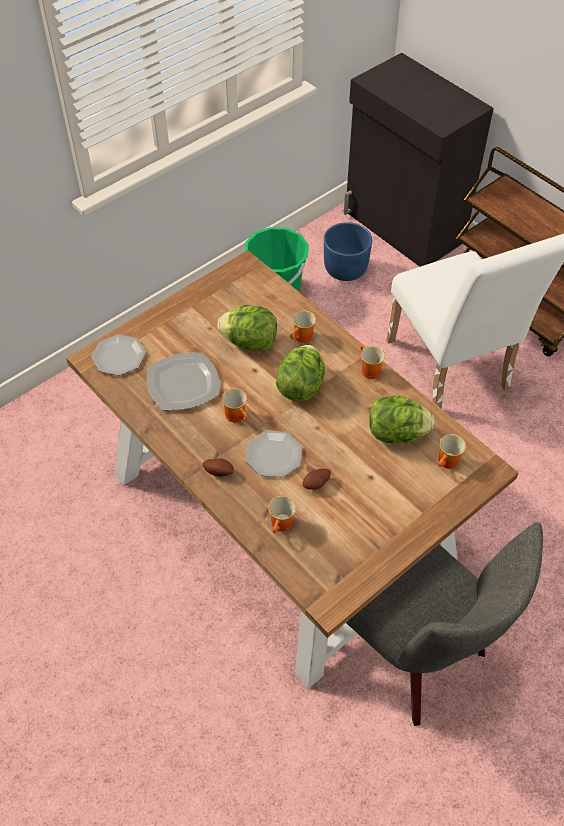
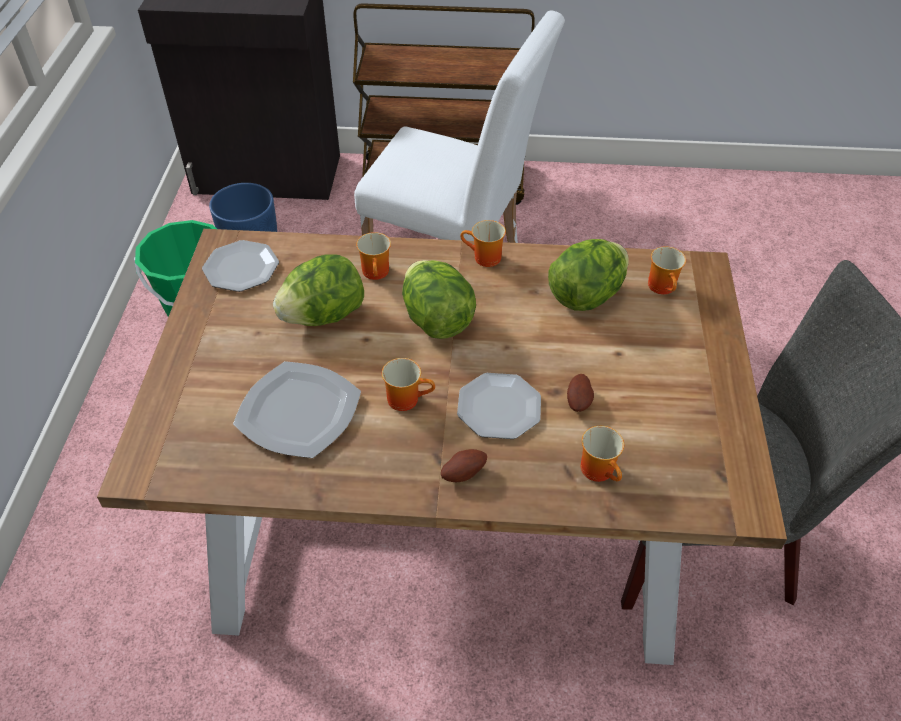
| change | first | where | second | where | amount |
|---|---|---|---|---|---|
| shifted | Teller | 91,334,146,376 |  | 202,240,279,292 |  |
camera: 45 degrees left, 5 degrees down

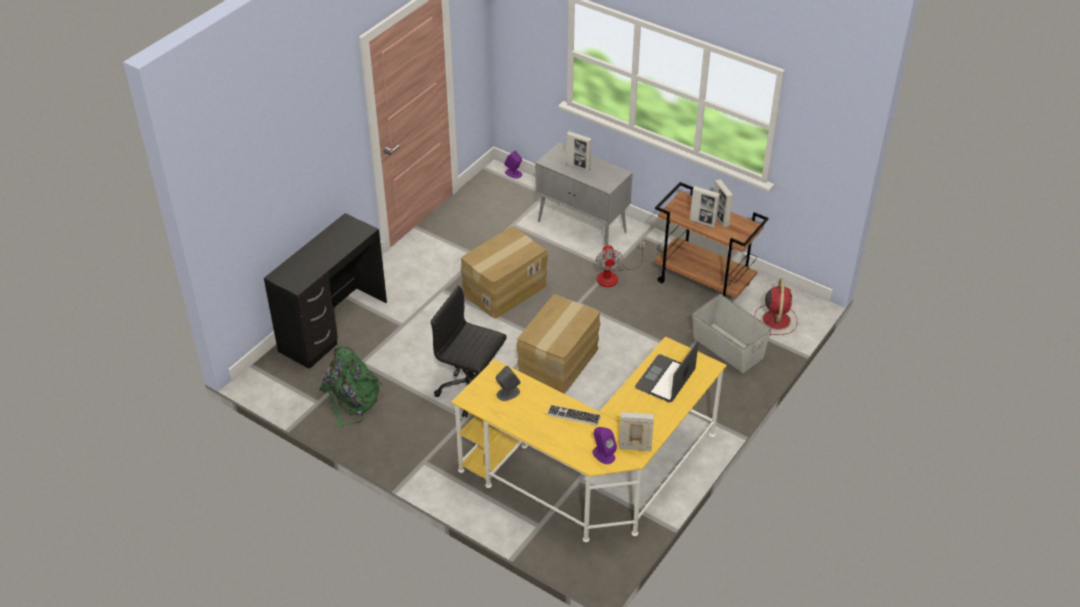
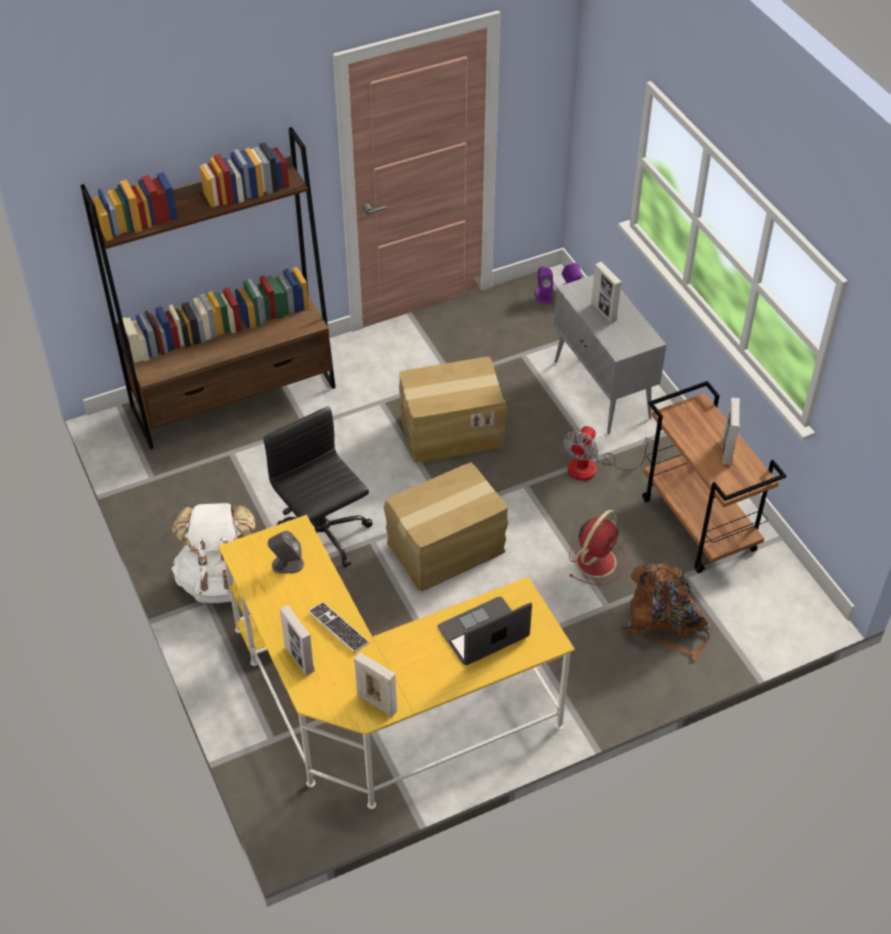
| change | first | where | second | where | amount |
|---|---|---|---|---|---|
| gone | Rucksack (grün) | 319,346,383,427 |  |  |  |
| new |  |  | Rucksack (weiß) | 172,503,255,603 |  |
| shifted | Lautsprecher (lila) | 592,427,617,464 |  | 535,266,553,304 |  |
| shifted | Bilderrahmen | 690,186,720,228 |  | 280,605,315,675 |  |
| shifted | Ventilator (rot) | 755,278,797,335 |  | 569,510,627,585 |  |
| swapped | Schreibtisch (schwarz) | 264,213,387,369 | Bücherregal (braun) | 80,127,336,449 |  |
| swapped | Aufbewahrungsbox (grau) | 692,294,771,373 | Rucksack (braun) | 621,563,711,661 |  |
camera: 30 degrees right, 5 degrees up

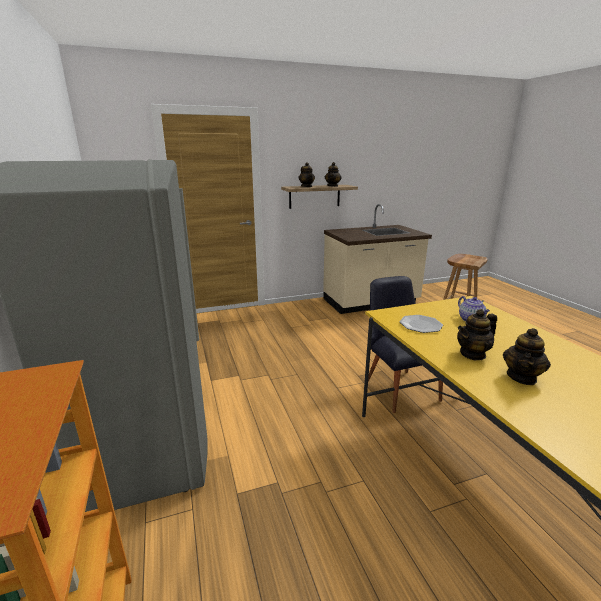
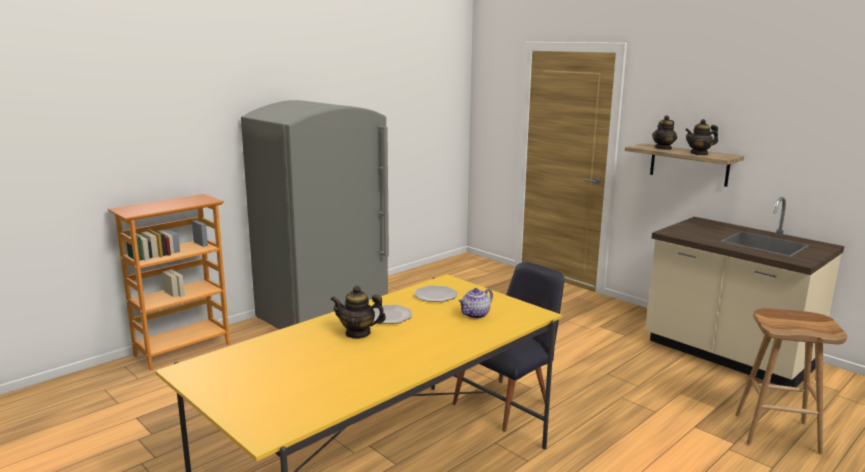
| change | first | where | second | where | amount |
|---|---|---|---|---|---|
| swapped | Teekanne | 457,309,497,360 | Teller | 373,305,412,324 |  |
camera: 65 degrees right, 5 degrees down

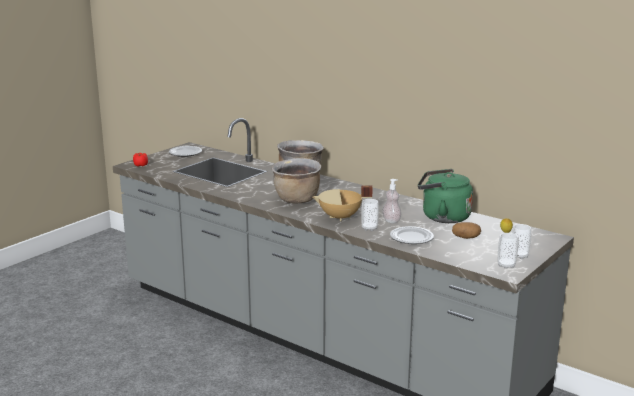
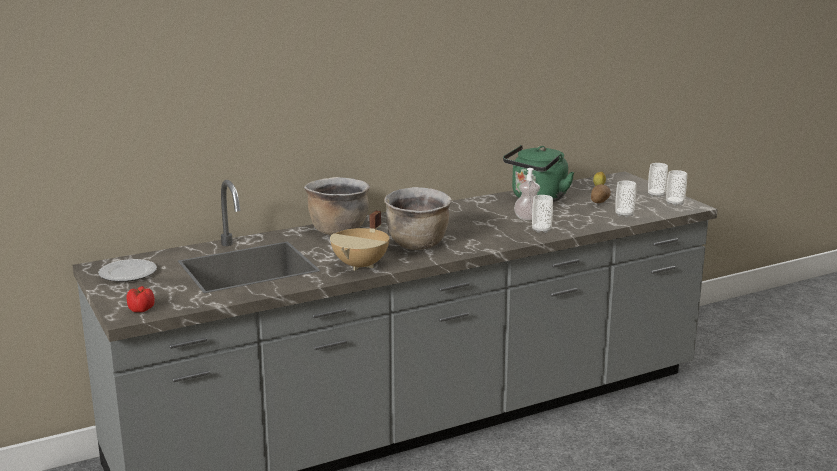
| change | first | where | second | where | amount |
|---|---|---|---|---|---|
| gone | Teller | 390,226,434,244 |  |  |  |
| new |  |  | Tasse | 615,180,636,217 |  |
| shifted | Kochtopf (beige) | 313,185,373,221 |  | 330,211,390,271 |  |
camera: 65 degrees left, 0 degrees up

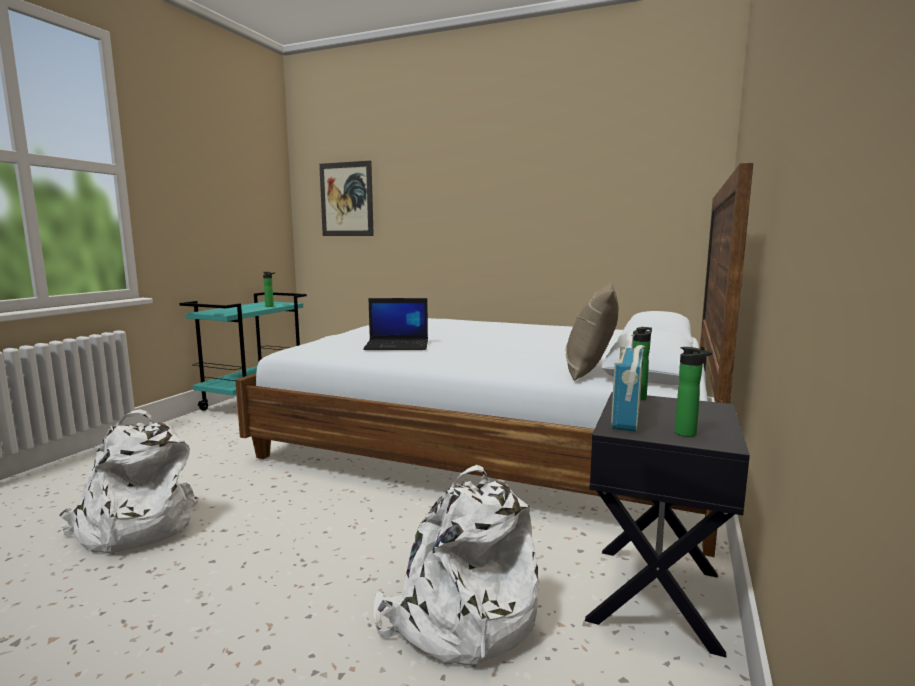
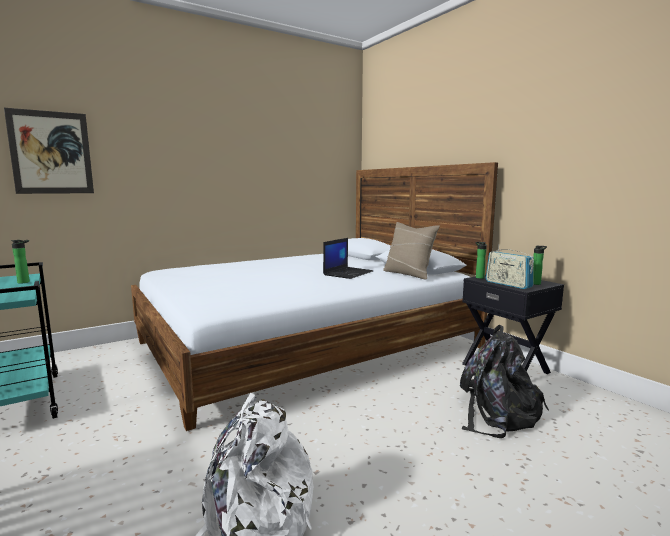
| change | first | where | second | where | amount |
|---|---|---|---|---|---|
| shifted | Laptop | 363,298,428,350 |  | 323,238,373,279 |  |
| repainted | Rucksack (weiß) | 374,465,540,666 | Rucksack (schwarz) | 460,325,549,438 |  |
camera: 55 degrees left, 0 degrees up

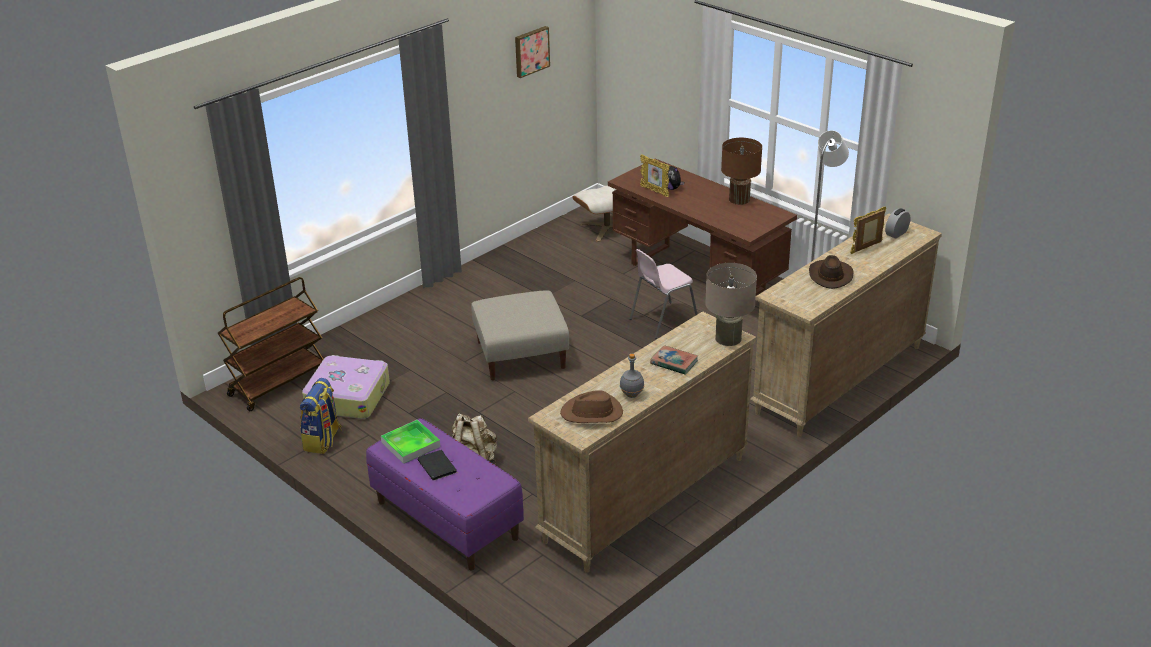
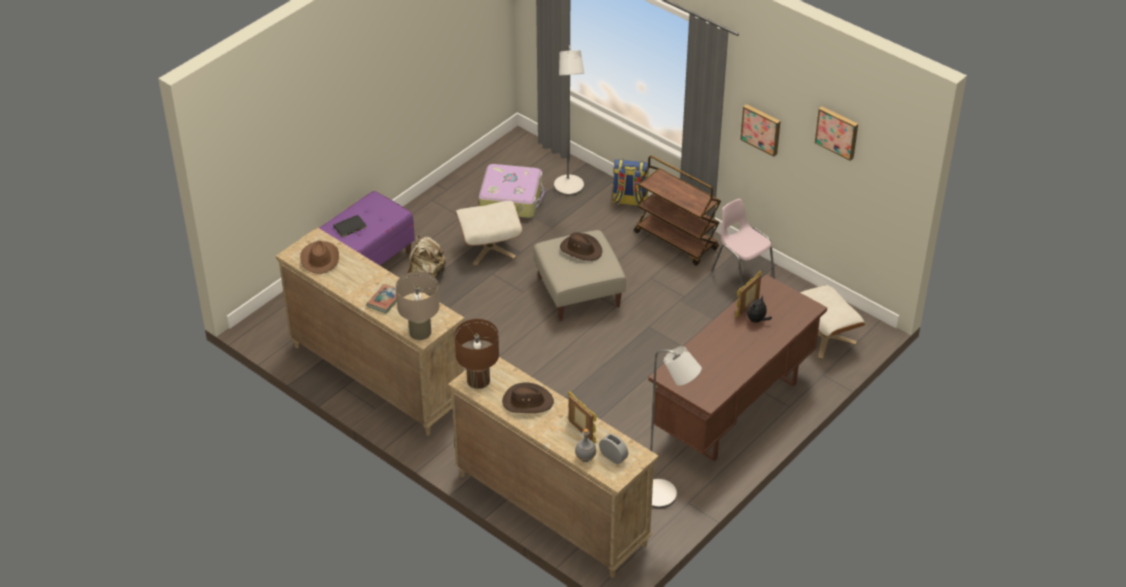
| change | first | where | second | where | amount |
|---|---|---|---|---|---|
| gone | Tablett | 381,420,440,464 |  |  |  |
| new |  |  | Polsterhocker (beige) | 455,201,523,266 |  |
| new |  |  | Stehlampe (grau) | 554,45,584,196 |  |
| new |  |  | Hut (braun) | 560,232,602,261 |  |
| new |  |  | Bild | 740,104,780,156 |  |
| shifted | Rollwagen (braun) | 218,277,323,411 |  | 634,155,721,266 |  |
| shifted | Rucksack | 300,378,342,454 |  | 612,159,649,206 |  |
| shifted | Flasche (grau) | 620,354,644,398 |  | 575,429,596,462 |  |
| shifted | Stuhl (rosa) | 630,249,697,339 |  | 711,199,775,287 |  |
| shifted | Tischlampe (braun) | 721,138,762,205 |  | 455,319,499,389 |  |
camera: 85 degrees right, 10 degrees up

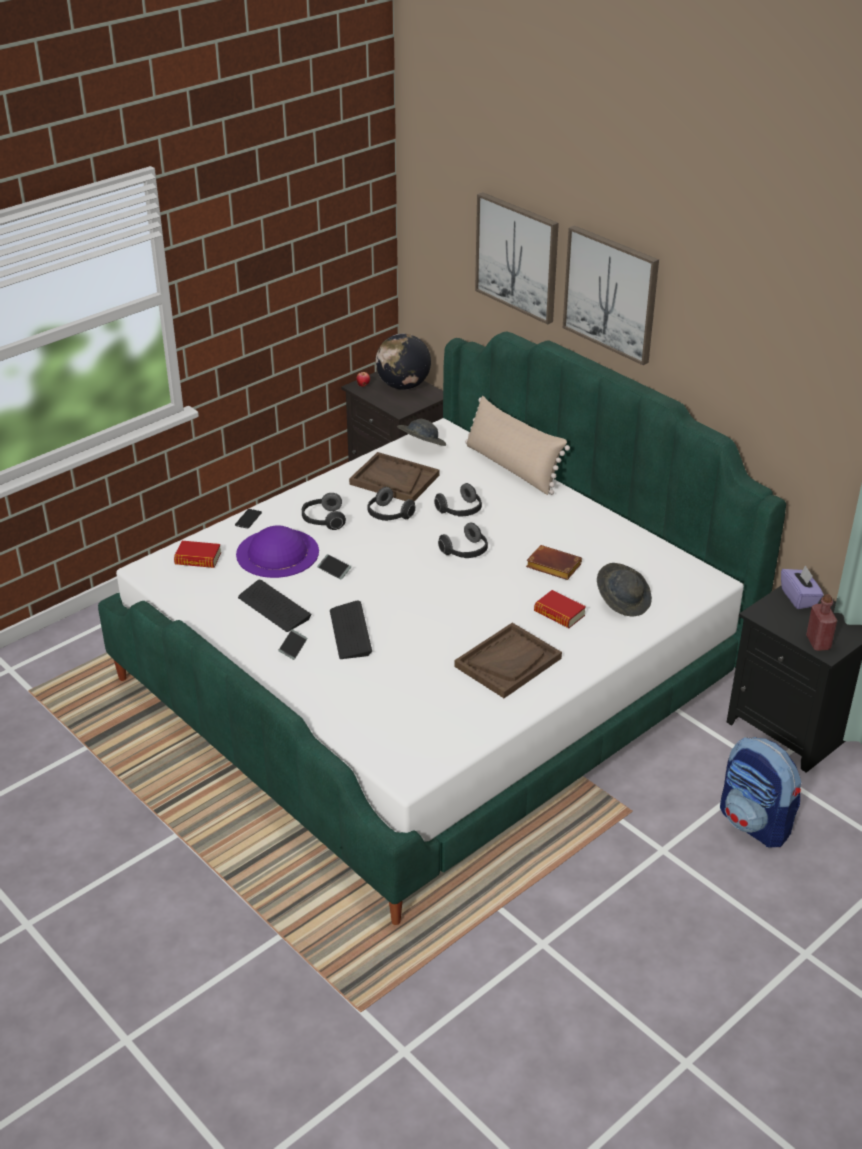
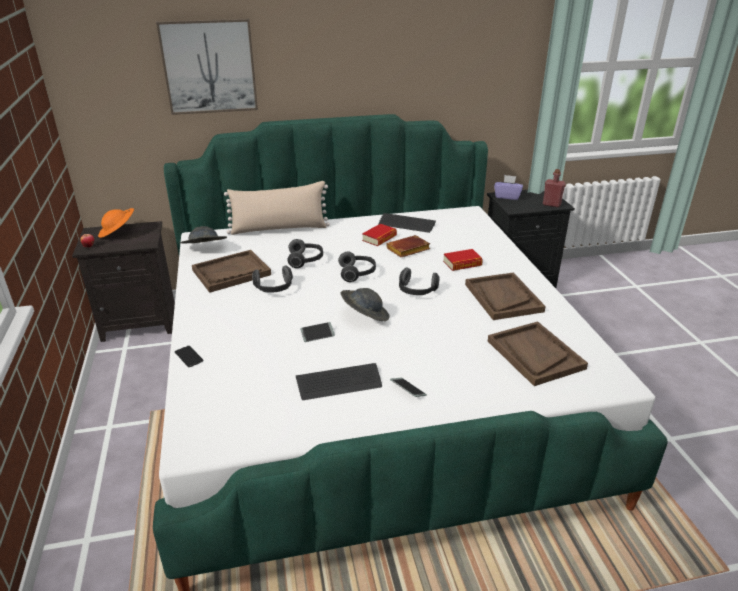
| change | first | where | second | where | amount |
|---|---|---|---|---|---|
| gone | Hut (lila) | 236,525,319,578 |  |  |  |
| gone | Bild | 563,225,659,365 |  |  |  |
| gone | Rucksack | 720,737,801,847 |  |  |  |
| new |  |  | Tablett (braun) | 488,321,588,386 |  |
| shifted | Buch | 174,541,221,568 |  | 362,224,397,246 |  |
| shifted | Kopfhörer | 302,493,346,530 |  | 399,267,440,295 |  |
| shifted | Tastatur | 330,600,372,659 |  | 378,213,436,233 |  |
| shifted | Hut (grau) | 597,563,652,617 |  | 341,288,389,321 |  |
| swapped | Globus | 375,334,431,390 | Hut (orange) | 98,208,134,238 |  |
camera: 60 degrees left, 5 degrees down

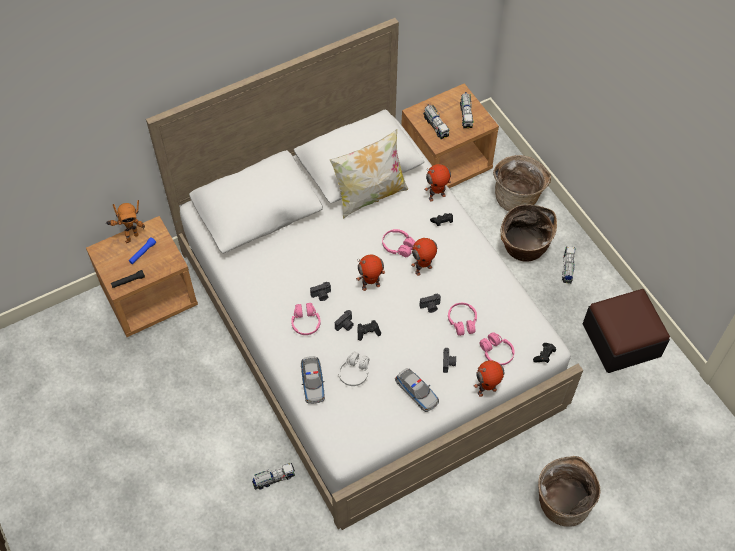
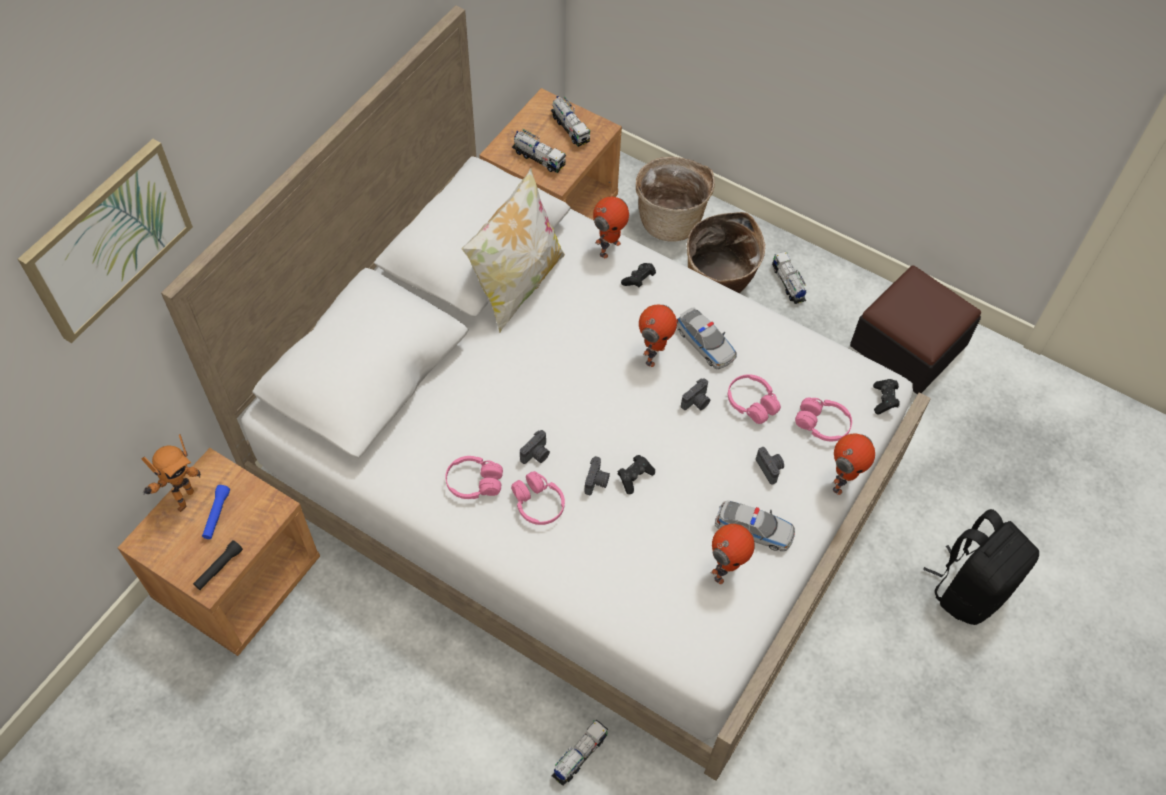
| change | first | where | second | where | amount |
|---|---|---|---|---|---|
| gone | Kopfhörer (weiß) | 338,352,370,386 |  |  |  |
| new |  |  | Bild | 18,139,193,343 |  |
| shifted | Spielzeugauto | 301,356,325,404 |  | 676,308,737,369 |  |
| shifted | Spielzeugroboter | 356,254,385,291 |  | 711,524,755,584 |  |
| shifted | Kopfhörer (rosa) | 382,229,416,257 |  | 445,456,503,499 |  |
| swapped | Korb | 538,456,601,527 | Rucksack (schwarz) | 923,509,1039,625 |  |
camera: 30 degrees left, 0 degrees up

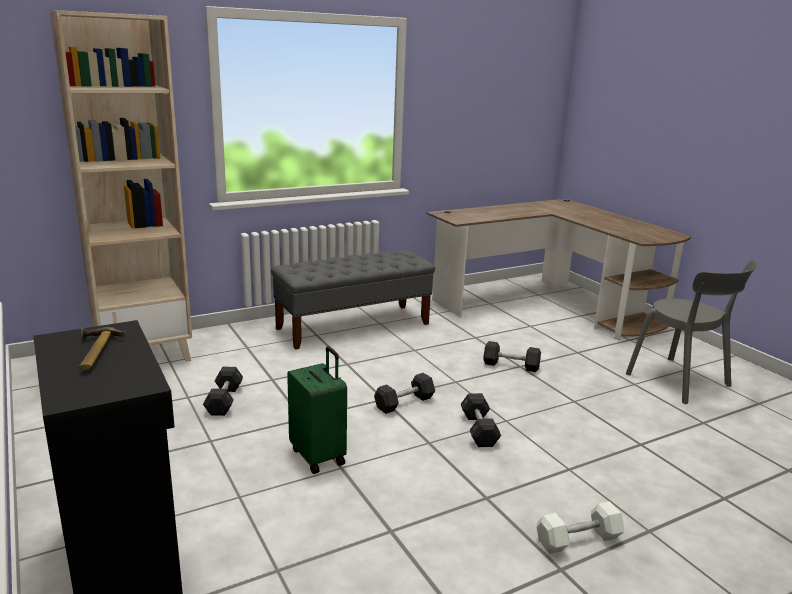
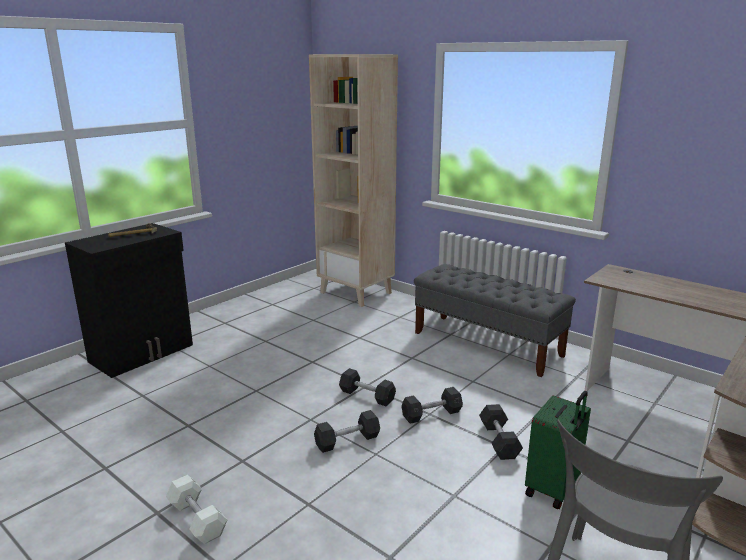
| change | first | where | second | where | amount |
|---|---|---|---|---|---|
| shifted | Hantel (grau) | 203,366,243,416 |  | 401,387,463,424 |  |
| shifted | Koffer (grün) | 287,346,347,474 |  | 525,391,591,509 |  |
camera: 70 degrees right, 0 degrees up

